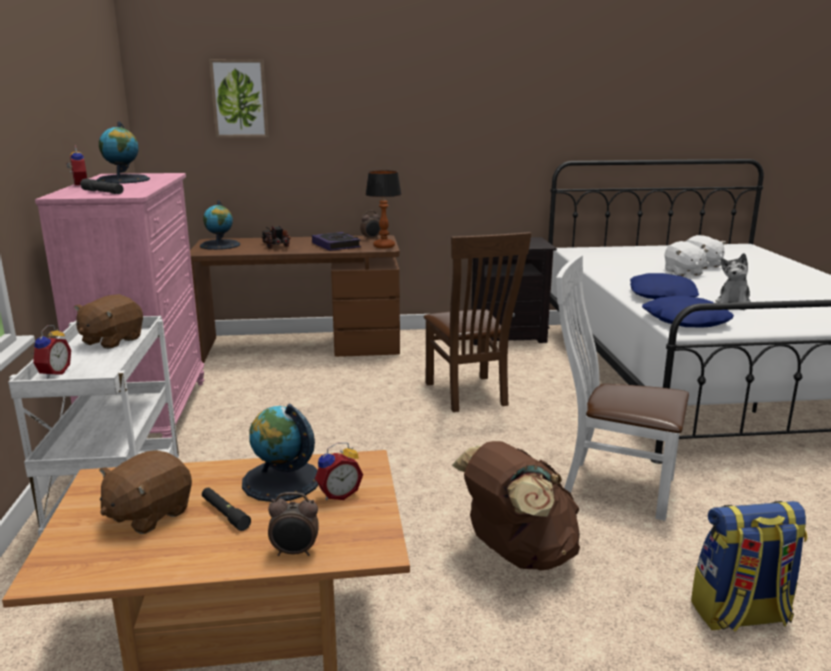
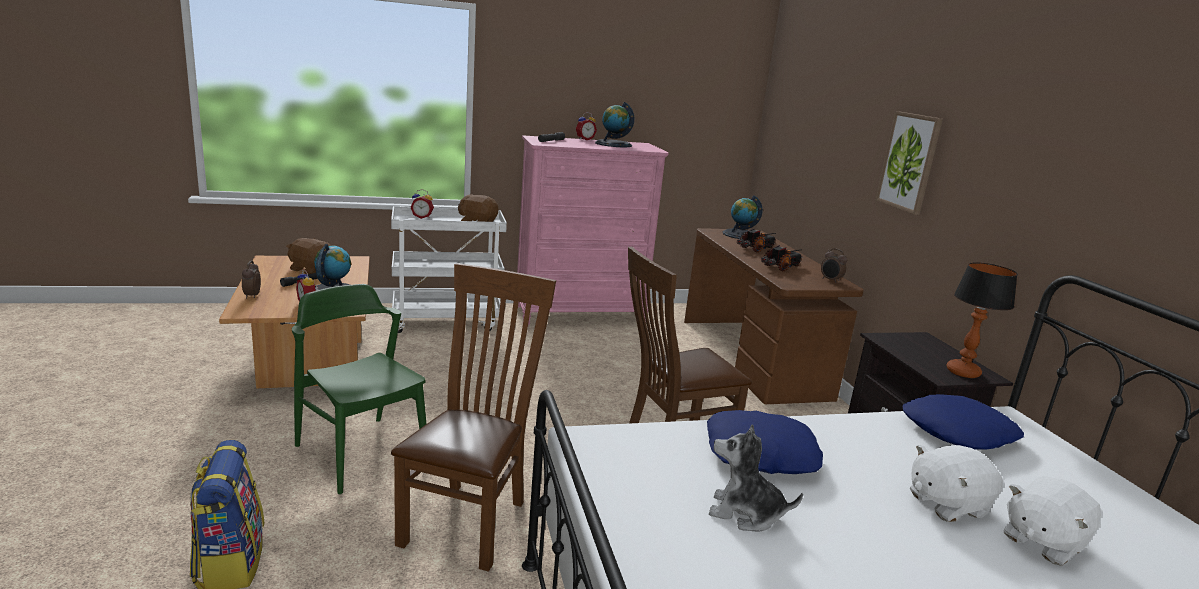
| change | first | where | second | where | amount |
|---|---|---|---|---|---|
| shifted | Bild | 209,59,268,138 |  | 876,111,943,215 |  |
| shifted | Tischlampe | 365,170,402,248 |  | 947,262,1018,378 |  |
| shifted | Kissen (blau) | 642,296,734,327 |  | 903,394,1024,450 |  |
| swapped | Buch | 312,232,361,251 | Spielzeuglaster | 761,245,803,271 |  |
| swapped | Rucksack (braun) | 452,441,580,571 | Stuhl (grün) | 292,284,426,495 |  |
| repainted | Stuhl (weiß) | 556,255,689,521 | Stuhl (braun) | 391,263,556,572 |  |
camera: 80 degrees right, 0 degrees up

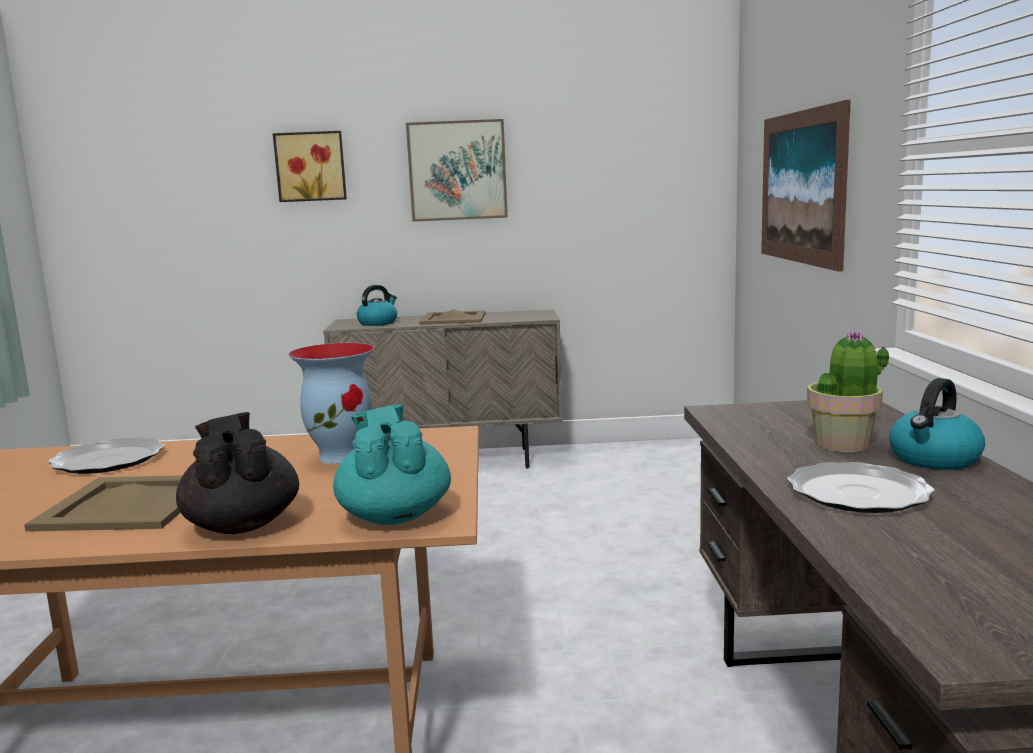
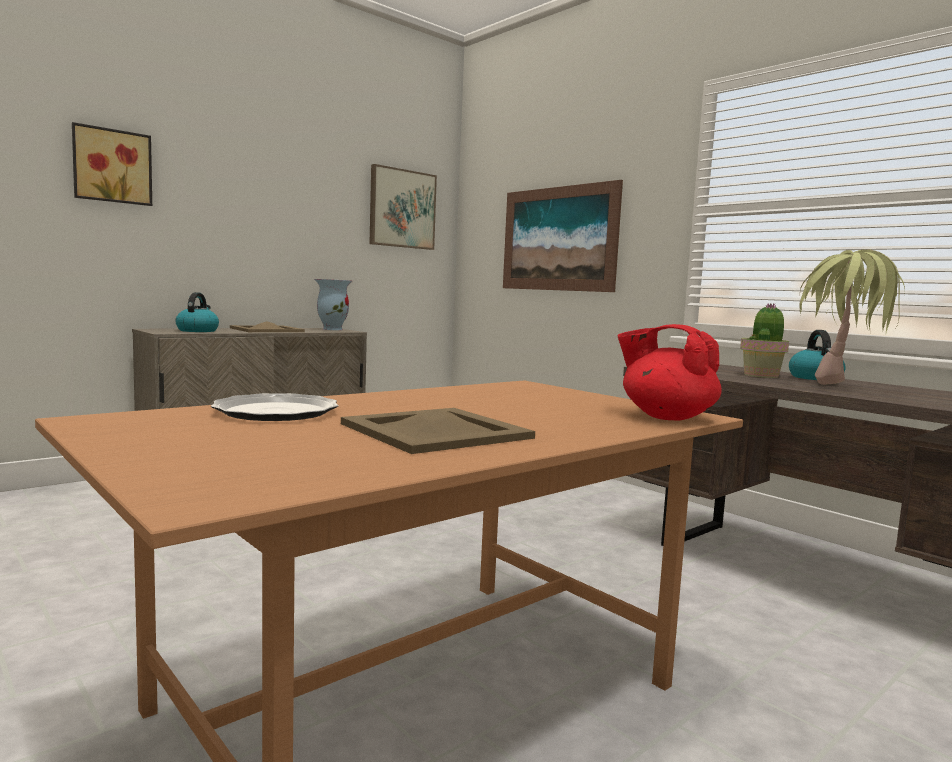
| change | first | where | second | where | amount |
|---|---|---|---|---|---|
| gone | Teekanne (schwarz) | 176,412,299,534 |  |  |  |
| shifted | Vase | 288,343,374,464 |  | 314,279,352,330 |  |
| shifted | Bild | 406,119,508,222 |  | 369,164,437,250 |  |
| swapped | Teller | 787,462,935,513 | Topfpflanze | 800,249,905,385 |  |
| repainted | Teekanne (türkis) | 333,404,451,525 | Teekanne (rot) | 617,324,721,420 |  |
camera: 40 degrees left, 5 degrees down

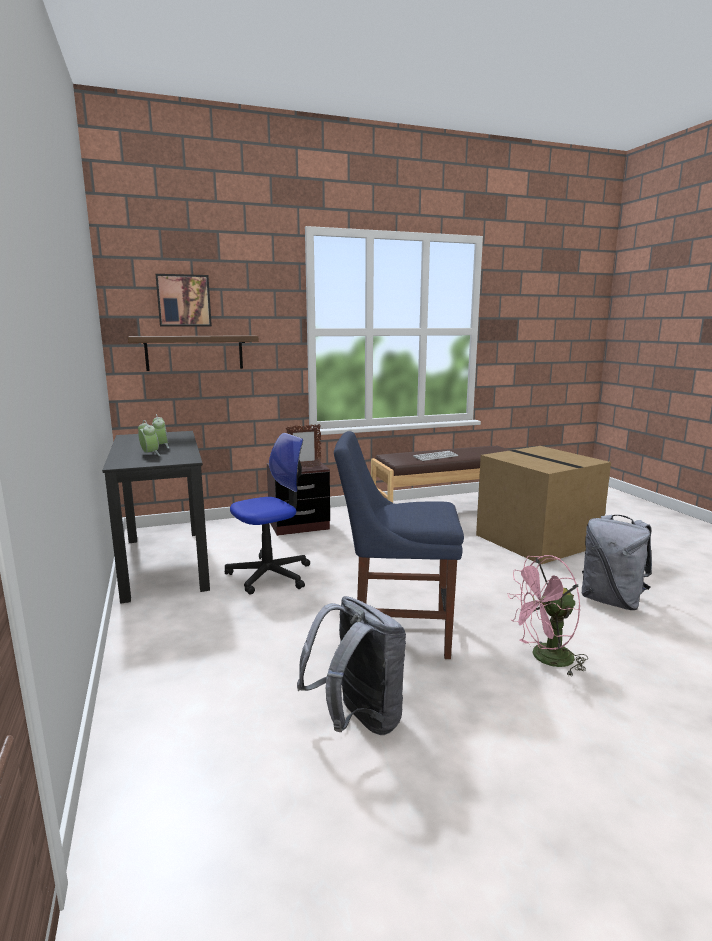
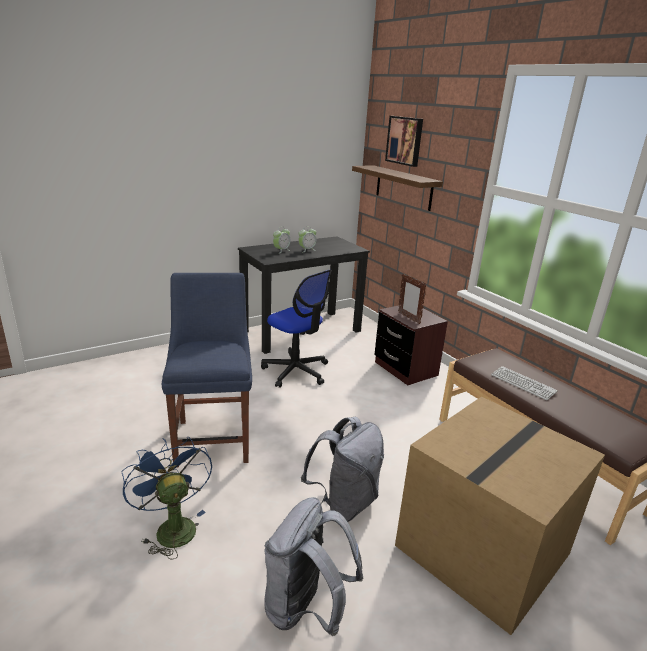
| change | first | where | second | where | amount |
|---|---|---|---|---|---|
| shifted | Rucksack (grau) | 297,596,406,735 |  | 301,417,384,522 |  |
| repainted | Ventilator (rosa) | 508,555,588,676 | Ventilator (blau) | 121,437,212,560 |  |
camera: 75 degrees right, 10 degrees up

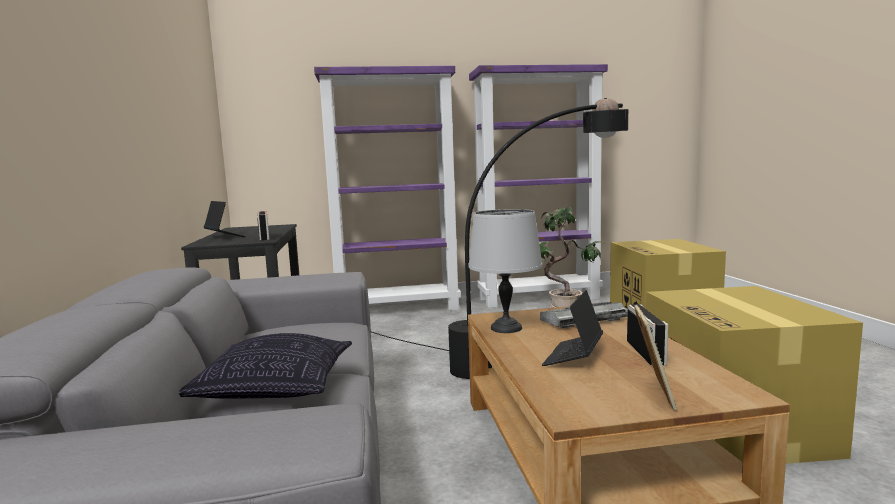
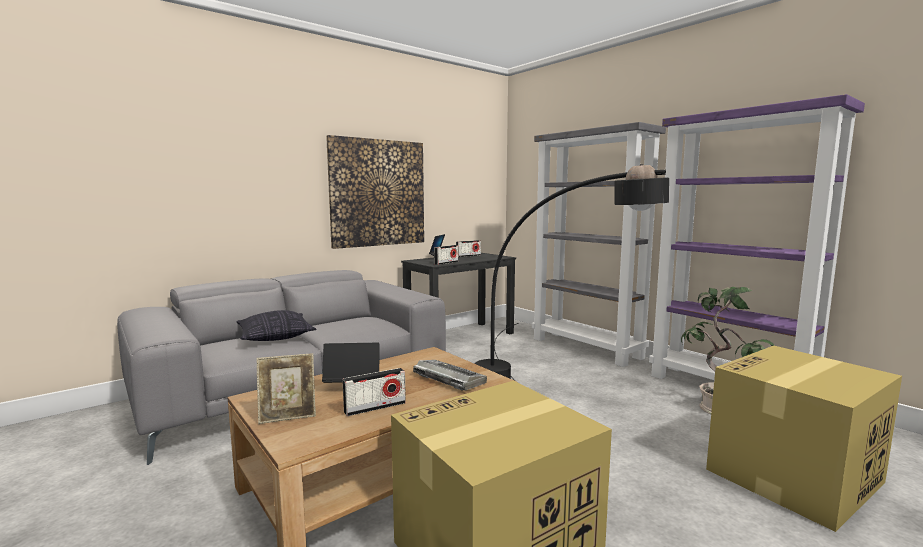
| change | first | where | second | where | amount |
|---|---|---|---|---|---|
| gone | Tischlampe (grau) | 468,209,542,333 |  |  |  |
| new |  |  | Bild | 326,135,424,249 |  |
| new |  |  | Radio | 456,240,481,257 |  |
| repainted | Bücherregal (lila) | 314,66,461,311 | Bücherregal (grau) | 532,122,666,367 |  |
camera: 60 degrees right, 0 degrees up

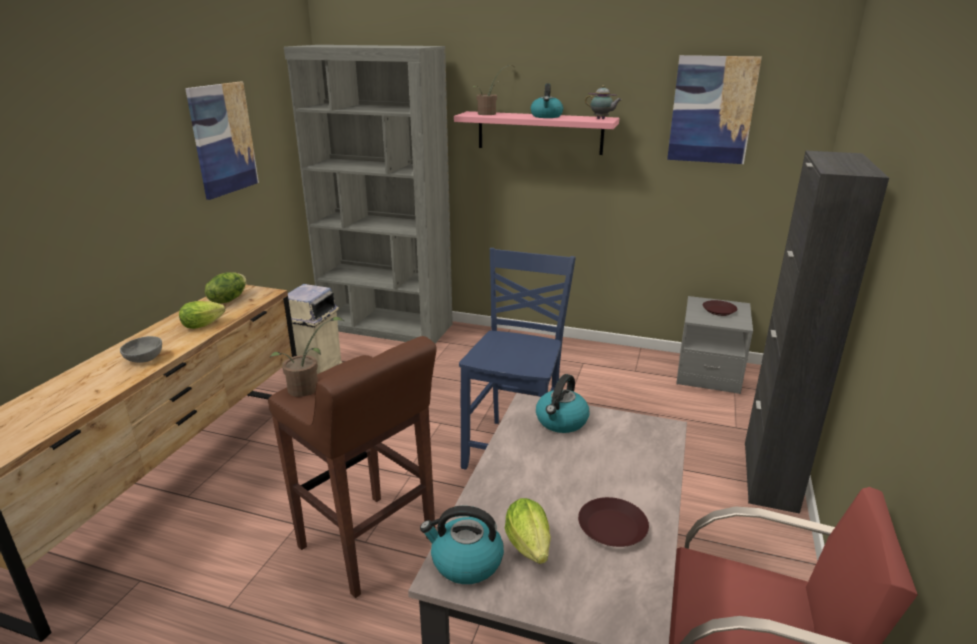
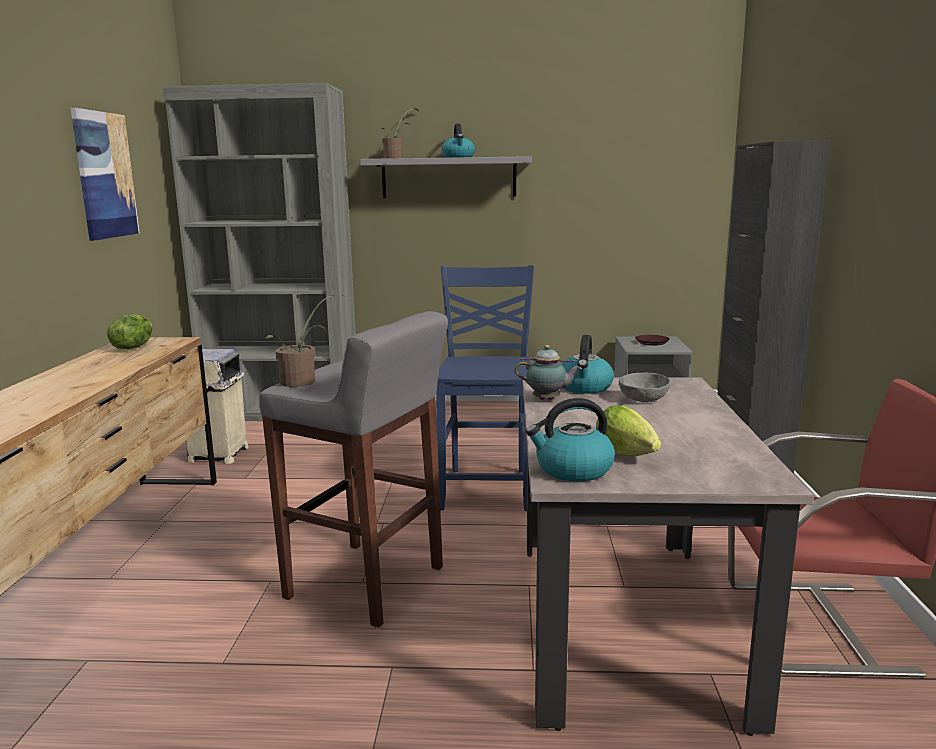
| change | first | where | second | where | amount |
|---|---|---|---|---|---|
| gone | Salatkopf | 179,301,225,329 |  |  |  |
| gone | Teller (braun) | 578,497,649,547 |  |  |  |
| gone | Bild | 667,55,762,164 |  |  |  |
| shifted | Schüssel (grau) | 120,336,162,363 |  | 619,373,671,402 |  |
| shifted | Teekanne | 585,85,622,119 |  | 515,345,582,400 |  |
| repainted | Hocker (braun) | 268,336,437,598 | Hocker (grau) | 259,311,448,628 |  |
| repainted | Wandregal (rosa) | 454,111,619,155 | Wandregal (grau) | 360,156,532,198 |  |
camera: 15 degrees left, 10 degrees down

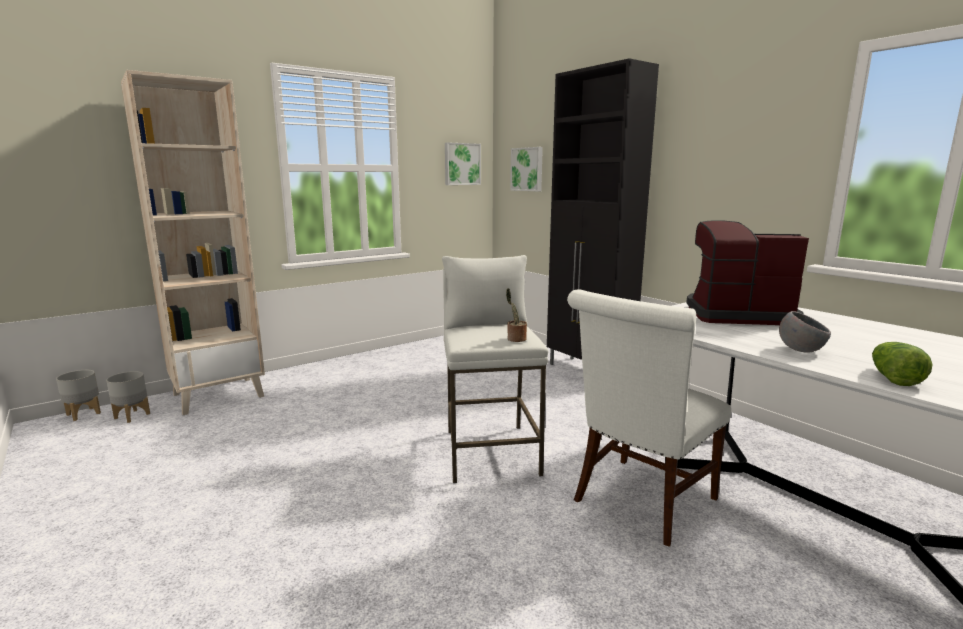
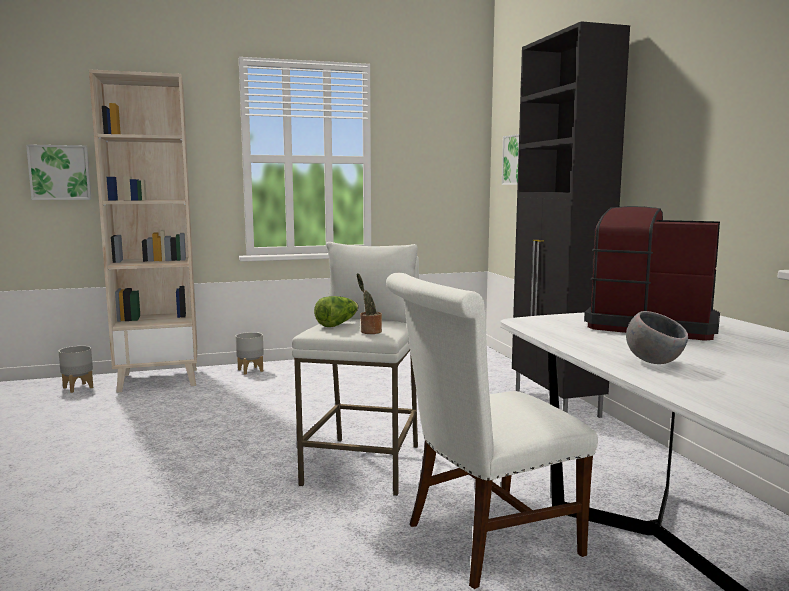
| change | first | where | second | where | amount |
|---|---|---|---|---|---|
| shifted | Pflanzkübel (grau) | 56,370,101,421 |  | 236,332,264,375 |  |
| shifted | Bild | 445,142,481,185 |  | 26,144,92,200 |  |
| shifted | Salatkopf | 872,342,933,386 |  | 314,296,359,327 |  |
camera: 20 degrees right, 5 degrees down

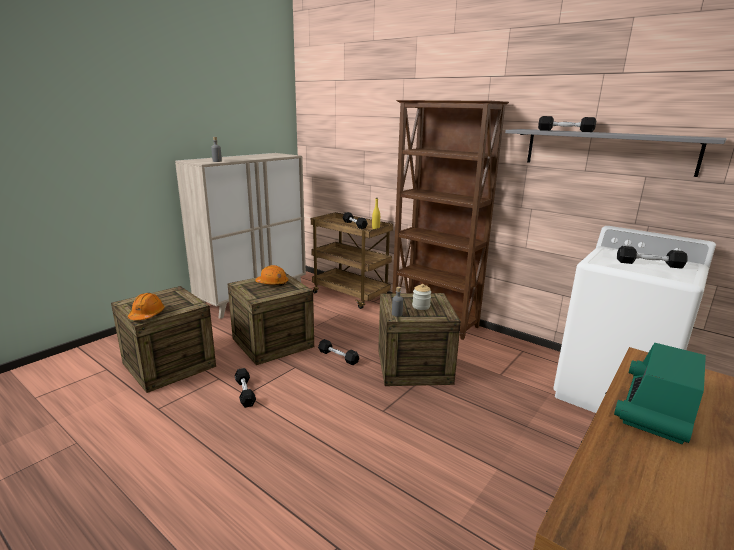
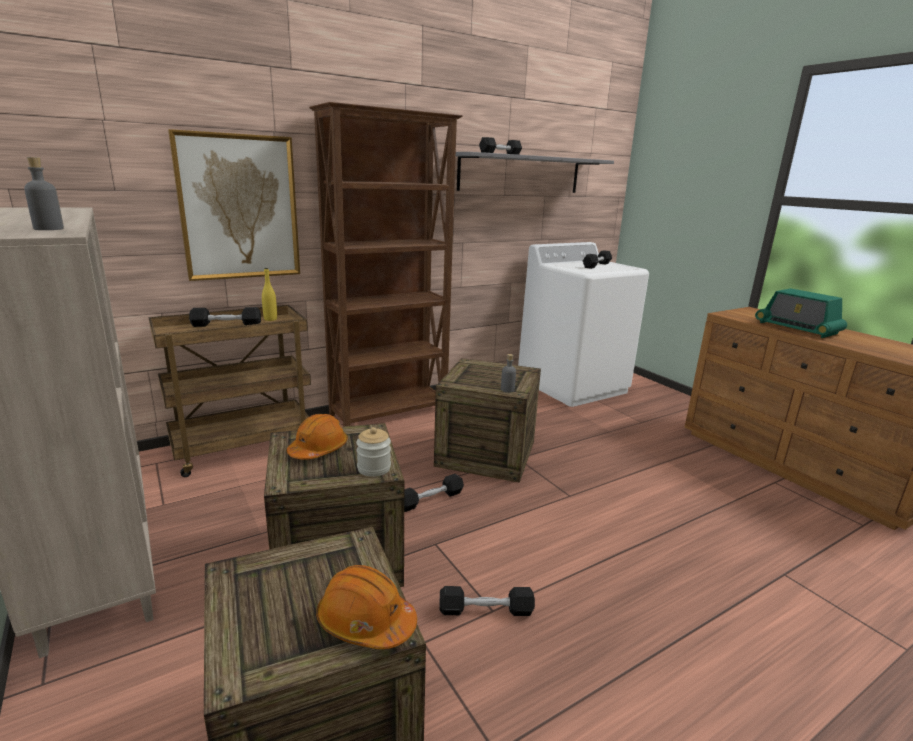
| change | first | where | second | where | amount |
|---|---|---|---|---|---|
| new |  |  | Bild | 168,129,300,281 |  |
| shifted | Vorratsglas | 412,284,431,310 |  | 356,427,391,477 |  |
camera: 70 degrees left, 0 degrees up

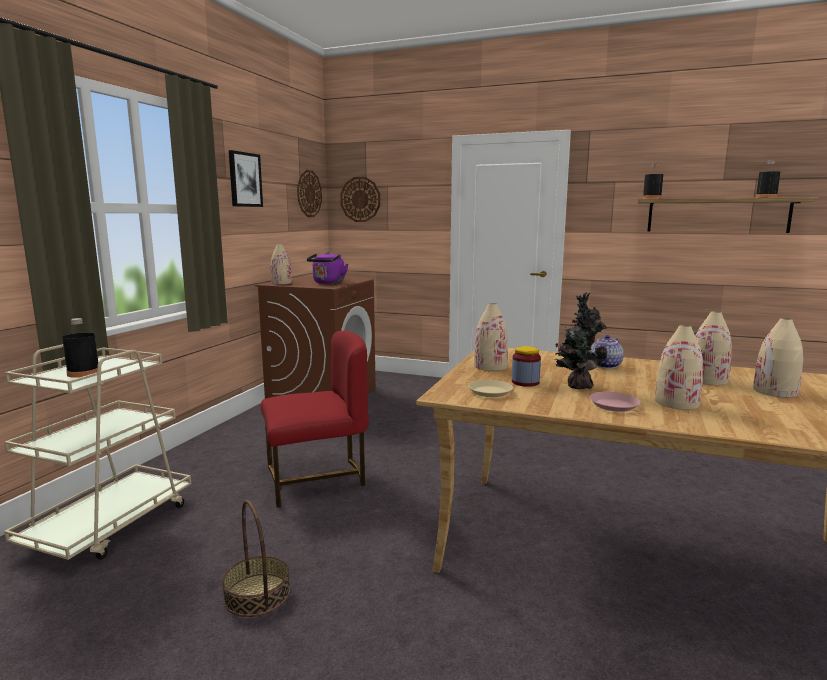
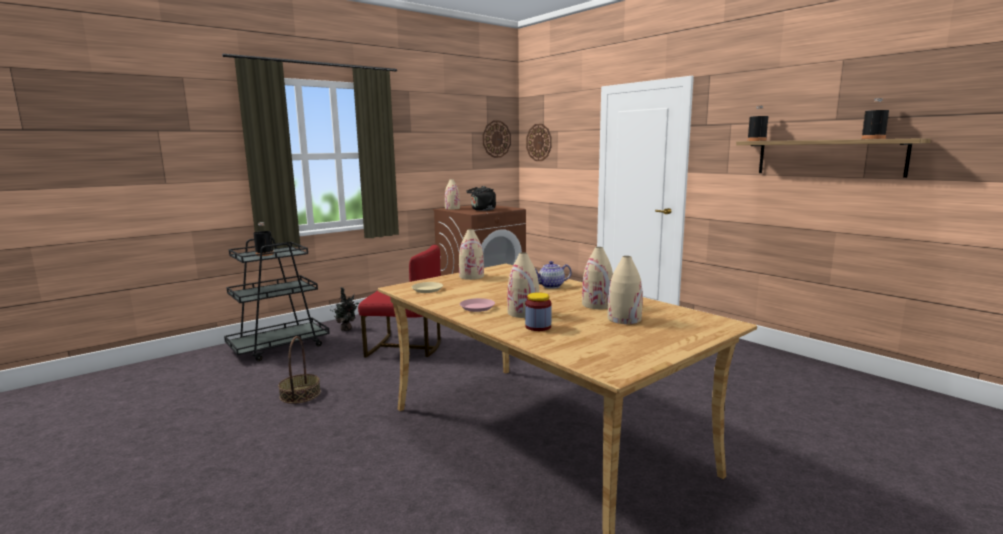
| change | first | where | second | where | amount |
|---|---|---|---|---|---|
| gone | Bild | 229,150,263,207 |  |  |  |
| shifted | Vorratsglas | 512,346,541,387 |  | 525,292,552,331 |  |
| shifted | Topfpflanze | 555,292,607,389 |  | 331,287,359,331 |  |
| repainted | Rollwagen (beige) | 4,344,191,560 | Rollwagen (schwarz) | 224,238,330,361 |  |
| repainted | Wasserkessel (lila) | 307,252,348,284 | Wasserkessel (schwarz) | 466,186,496,211 |  |
camera: 30 degrees right, 0 degrees up

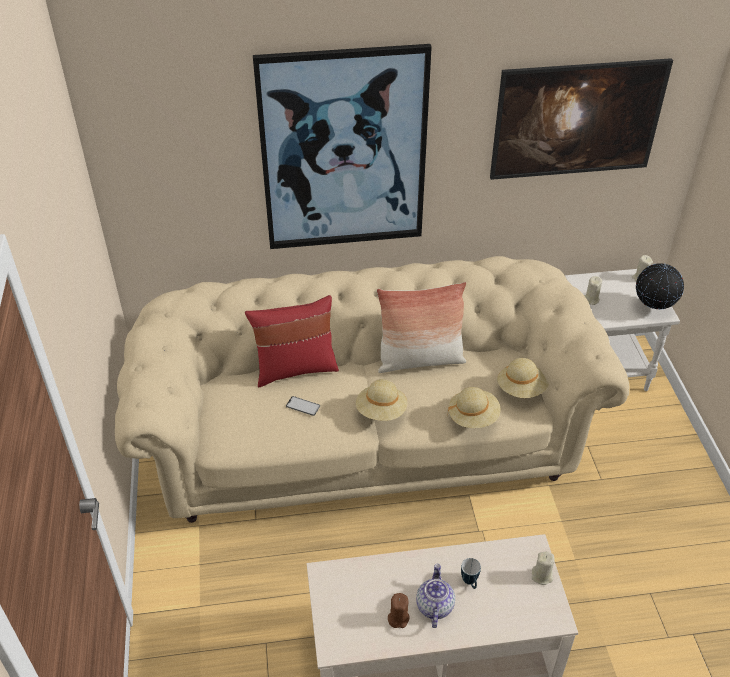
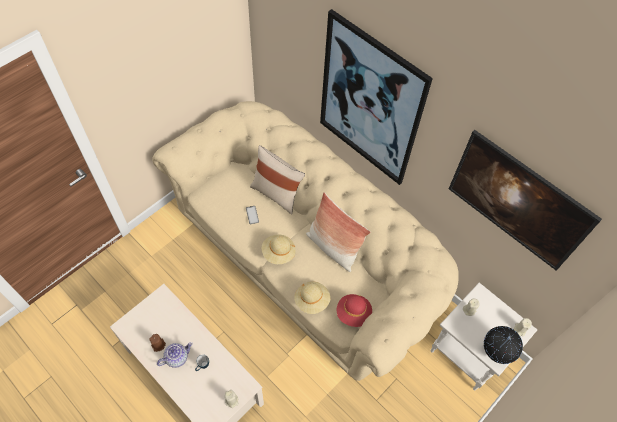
| change | first | where | second | where | amount |
|---|---|---|---|---|---|
| repainted | Kissen (rot) | 245,295,339,387 | Kissen (beige) | 250,145,305,214 |  |
| repainted | Hut (beige) | 497,358,549,398 | Hut (rot) | 337,294,372,327 |  |
camera: 50 degrees right, 15 degrees up

